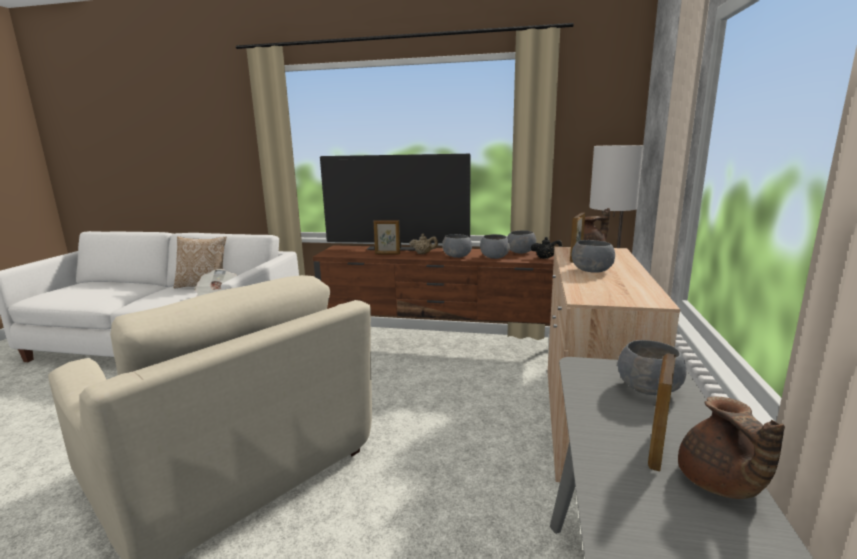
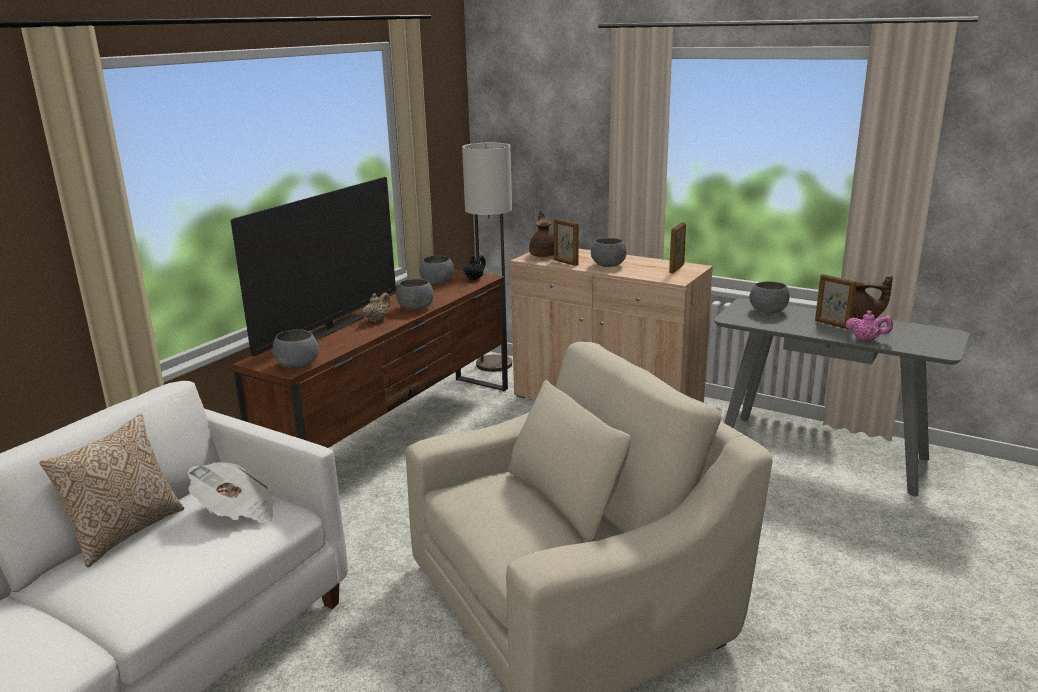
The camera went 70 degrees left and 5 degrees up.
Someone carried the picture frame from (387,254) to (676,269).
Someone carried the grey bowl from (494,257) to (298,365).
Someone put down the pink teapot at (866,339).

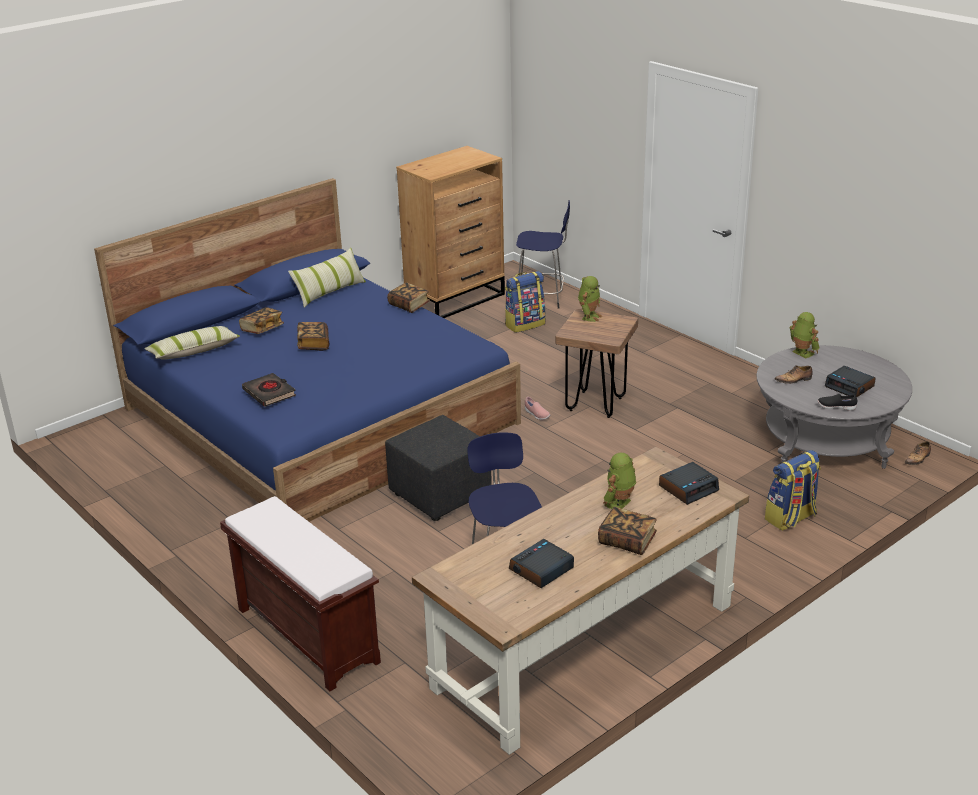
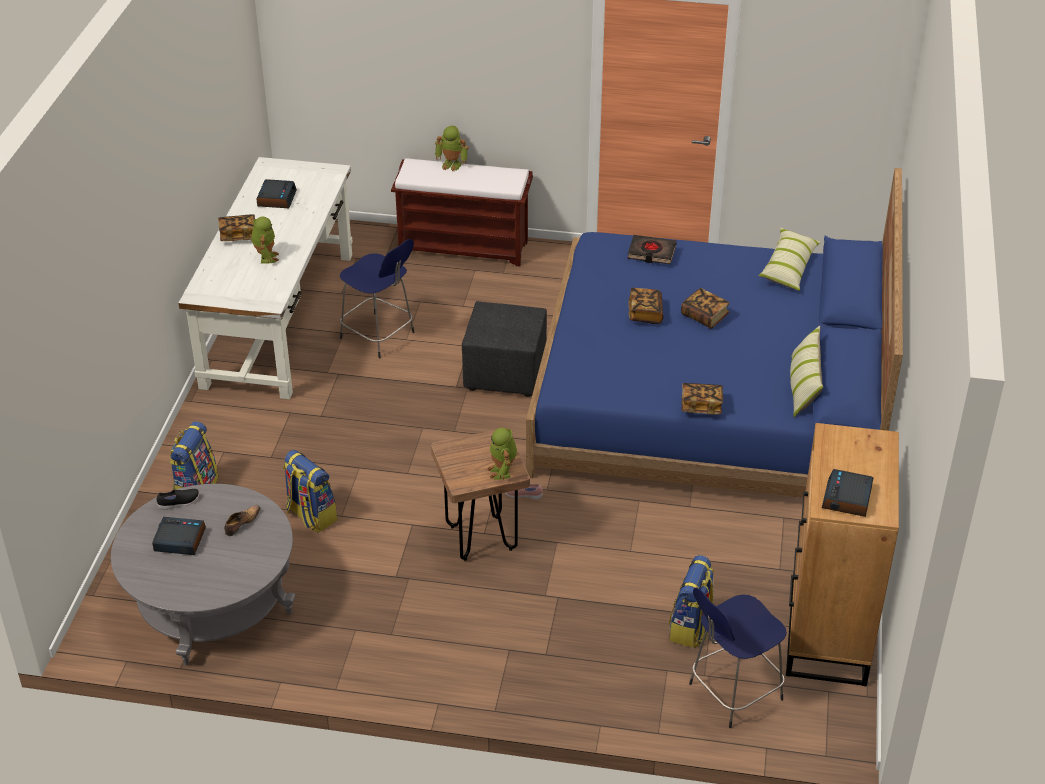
The camera went 140 degrees right and 10 degrees up.
Someone carried the book from (262,329) to (645,313).
Someone carried the toy robot from (801,353) to (452,164).
Someone took away the shoe at (917,459).
Someone repainted the brown desk at (585,647), which became the white desk at (279,318).
Someone carried the alarm clock from (688,488) to (847,499).
Someone put down the backpack at (310,516).

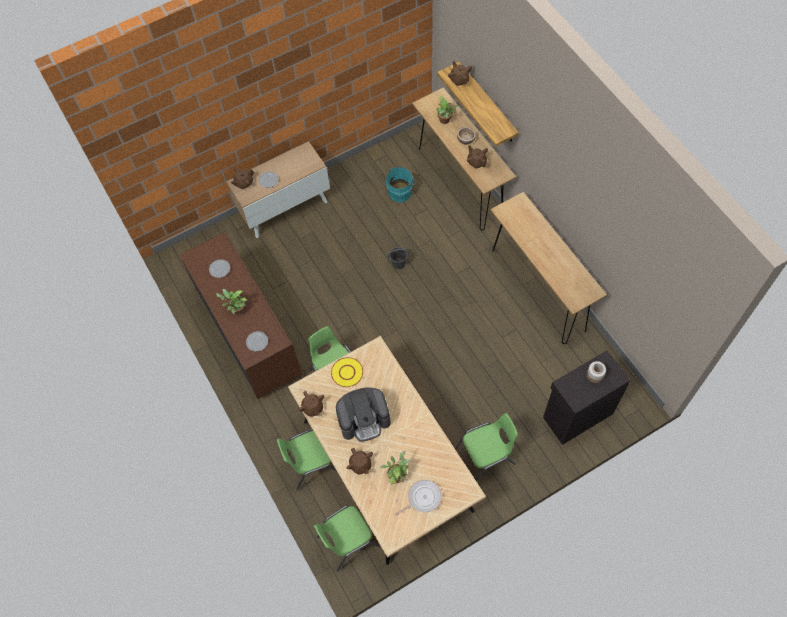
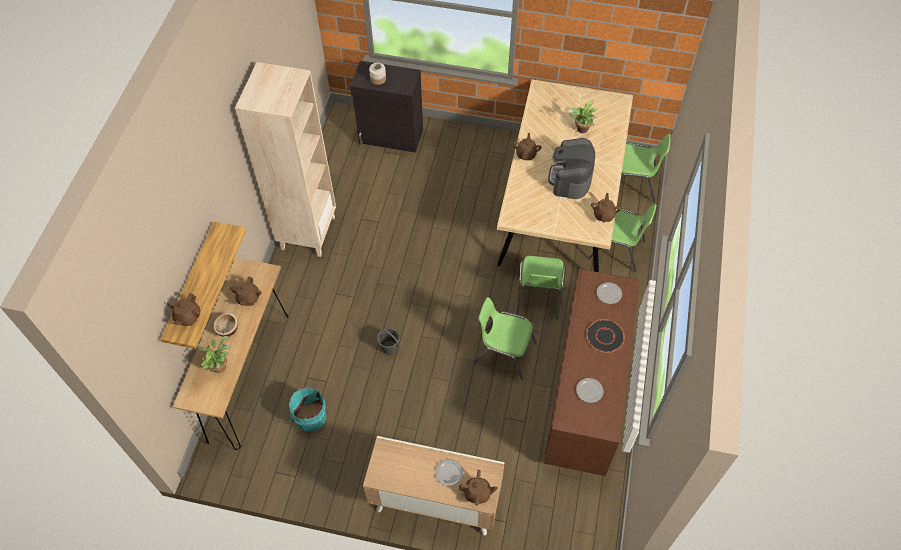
The camera went 140 degrees left and 5 degrees down.
Someone swapped the brown console table at (538,289) for the beige bookcase at (308,232).
Someone swapped the potted plant at (236,310) for the black plate at (605,336).
Someone took away the yellow plate at (347,372).
Someone rotated the coffee machine at (364,419) by 105 degrees counterclockwise.
Someone carried the green chair from (486,457) to (503,352).
Someone carried the brown teapot from (360,465) to (526,154).
Someone took away the frying pan at (422,498).

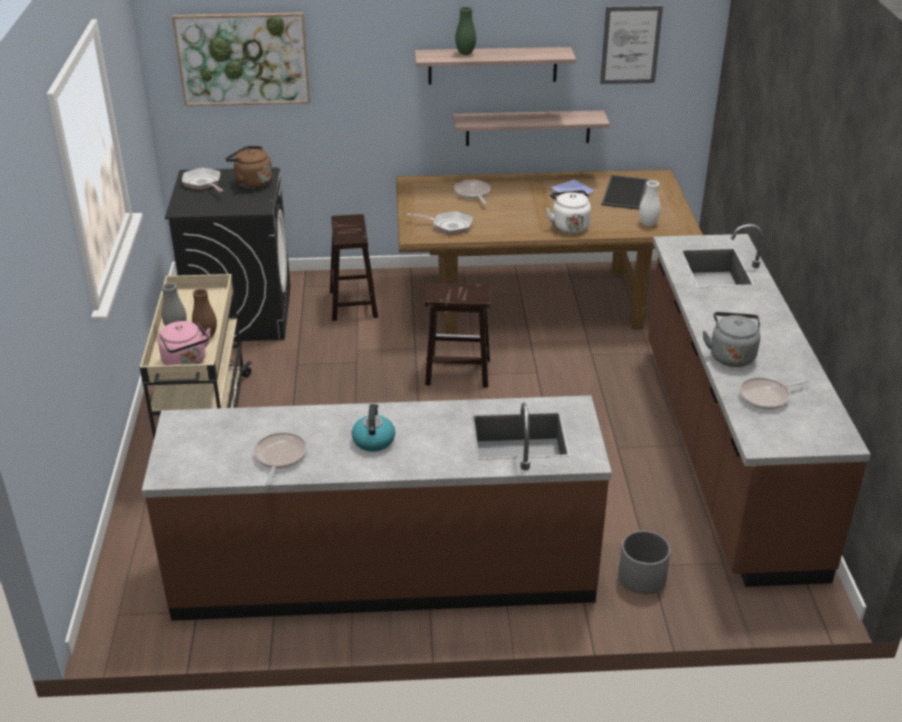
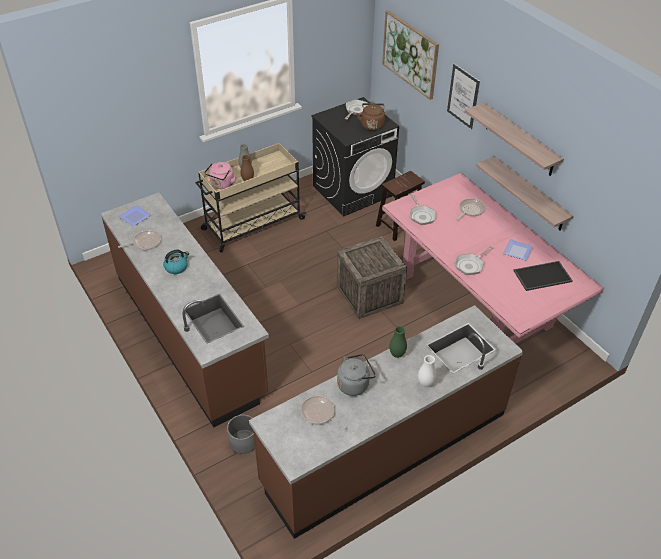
The camera went 60 degrees right and 10 degrees up.
Someone carried the picture from (630,45) to (463,96).
Someone carried the green vase from (465,53) to (397,354).
Someone repainted the brown dining table at (537,300), which became the pink dining table at (474,300).
Someone carried the white vase from (648,224) to (425,383).
Someone swapped the white kettle at (569,226) for the frying pan at (470,265).
Someone swapped the brown stool at (456,372) for the crate at (369,294).
Someone put down the plate at (134,217).

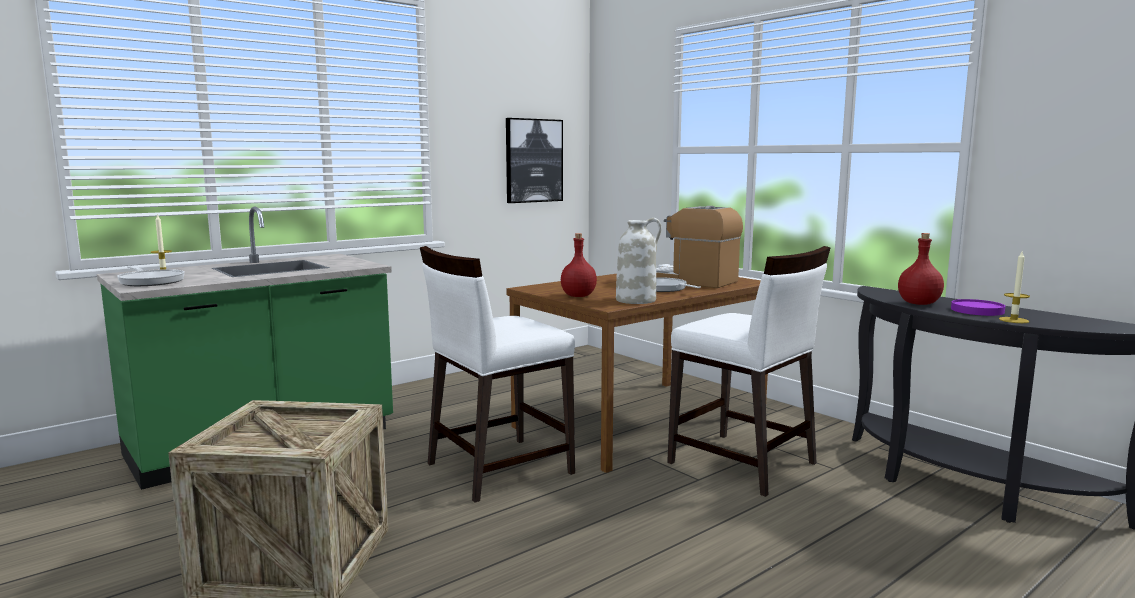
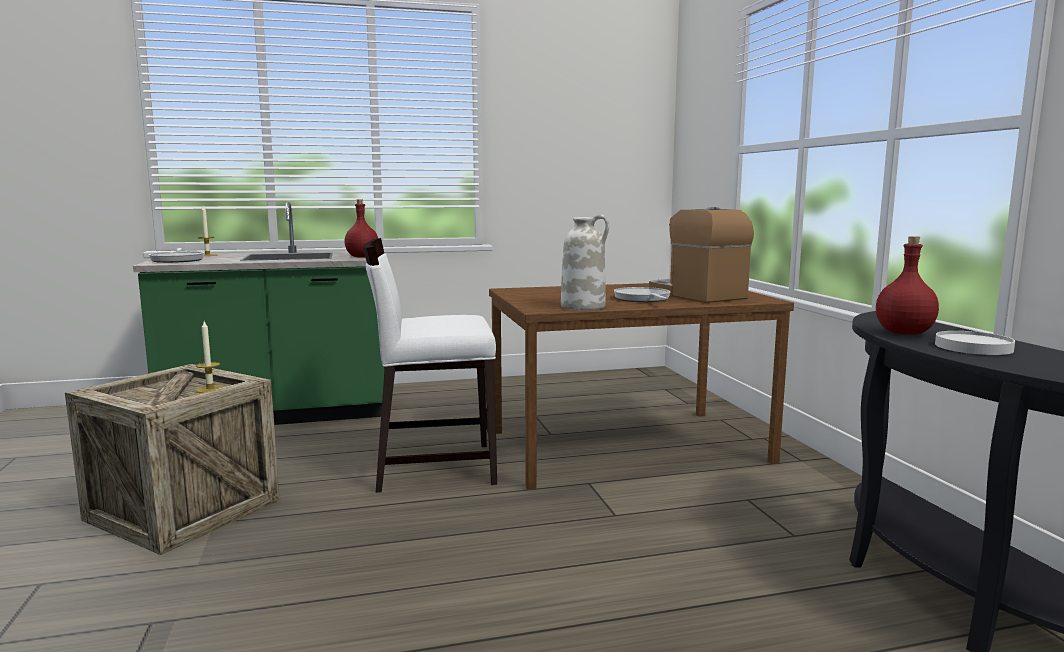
The camera went 25 degrees right and 0 degrees up.
Someone took away the picture at (533,160).
Someone carried the red bottle from (578,296) to (362,257).
Someone took away the white chair at (742,463).
Someone carried the candle from (1013,320) to (210,389).
Someone repainted the purple plate at (977,310), which became the white plate at (973,347).

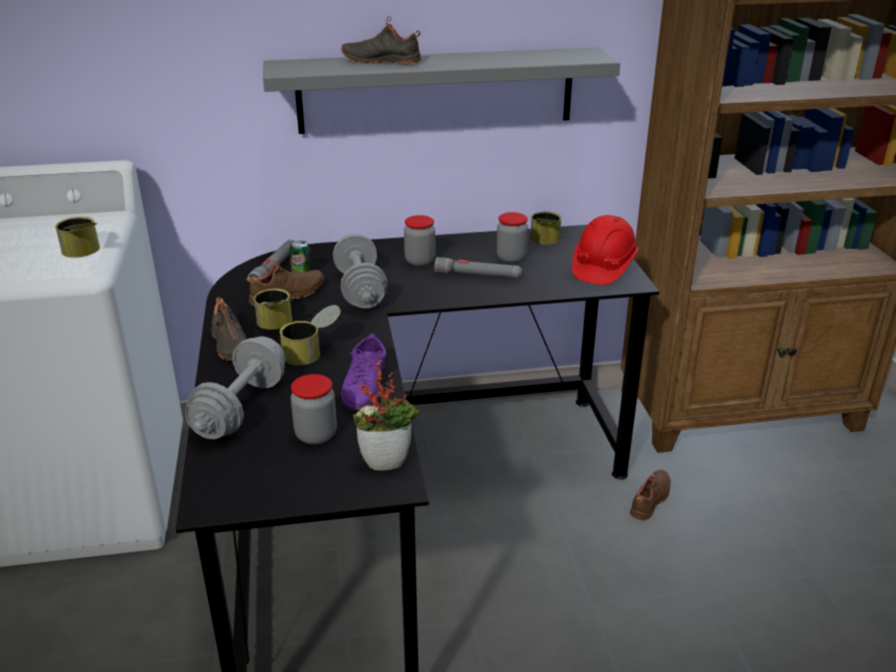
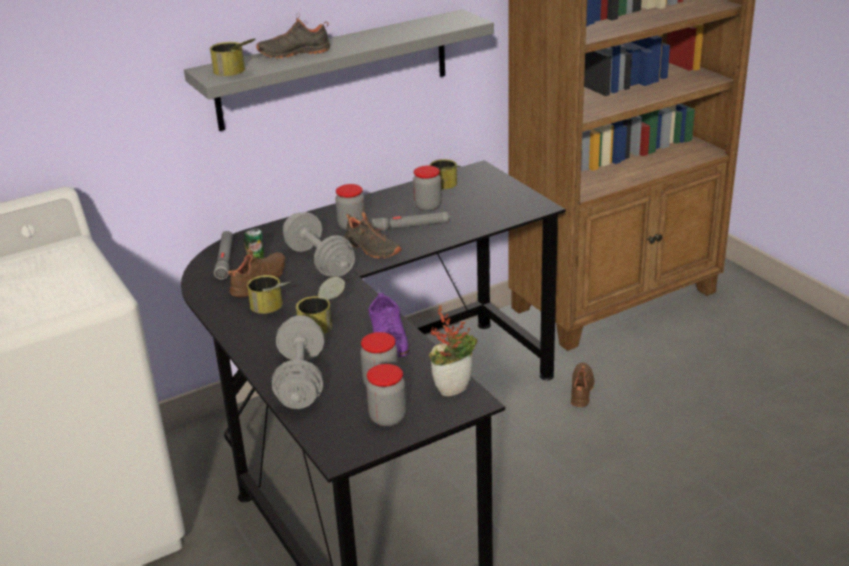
The camera went 20 degrees left and 0 degrees up.
Someone took away the red hard hat at (603,268).
Someone carried the can from (82,254) to (236,72).
Someone carried the black shoe from (229,346) to (371,249).
Someone put down the jar at (387,417).

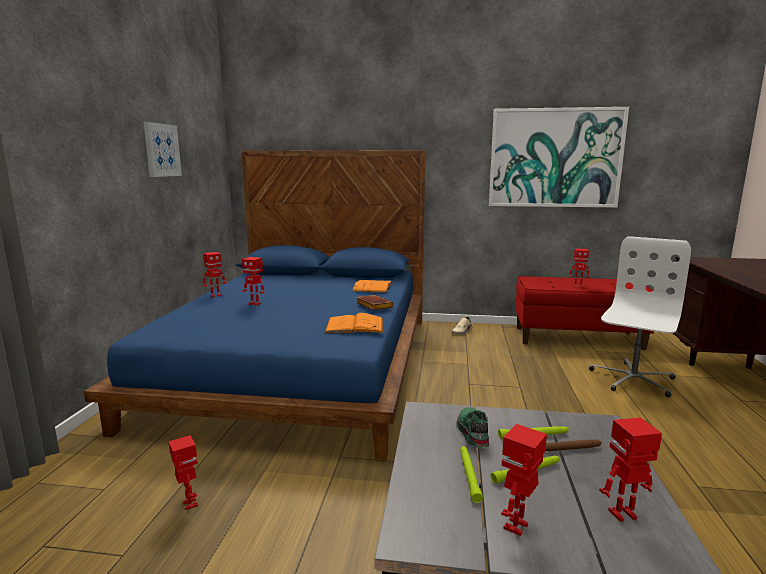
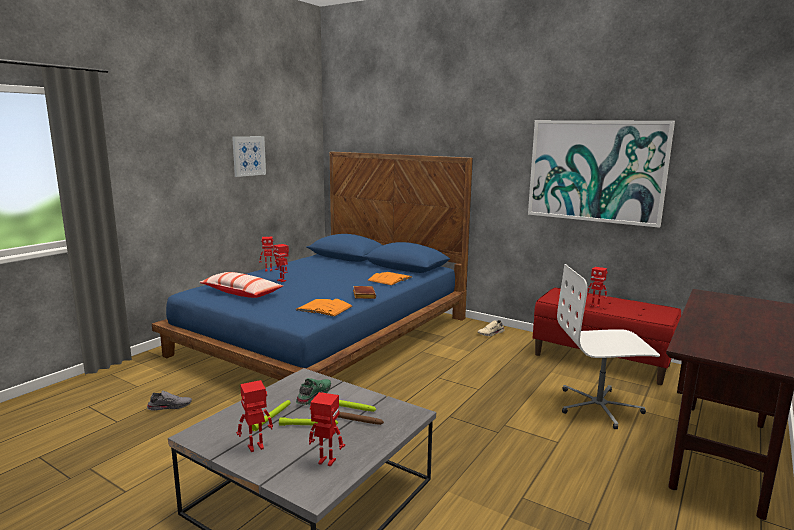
The camera went 25 degrees right and 0 degrees up.
Someone rotated the white office chair at (632,379) by 150 degrees counterclockwise.
Someone swapped the toy robot at (189,504) for the grey shoe at (170,406).
Someone put down the pillow at (241,293).

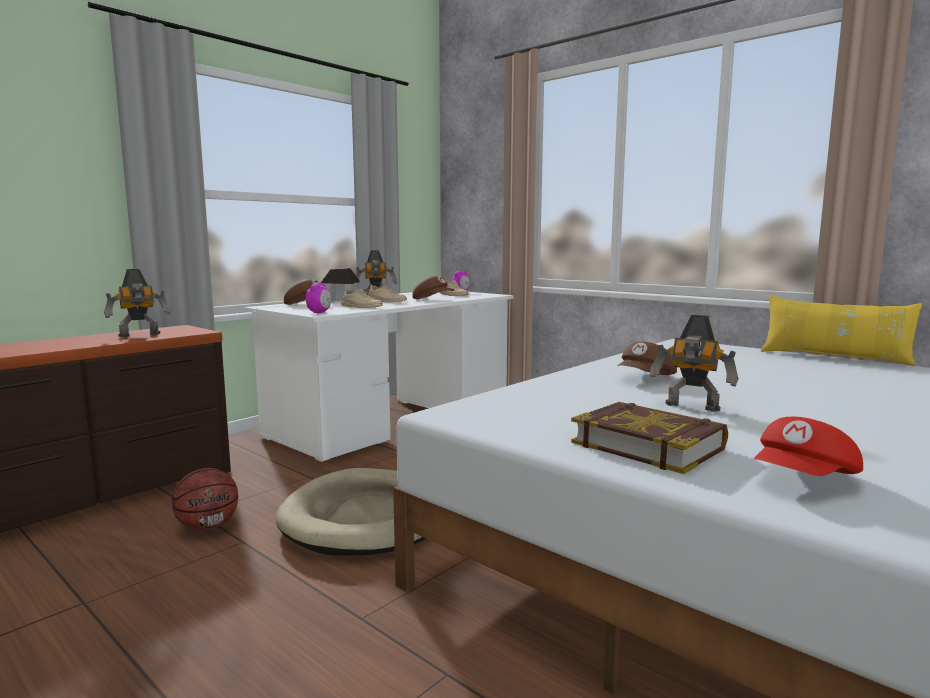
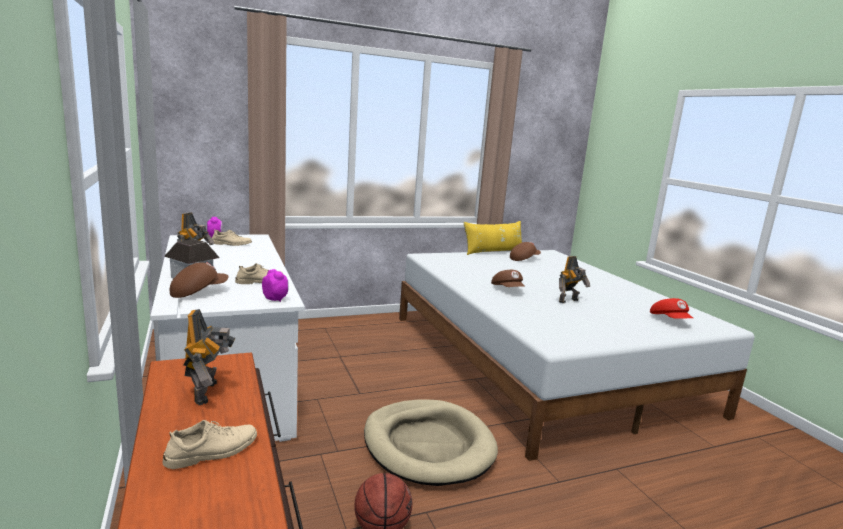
The camera went 65 degrees left and 5 degrees up.
Someone carried the brown cap from (433,300) to (524,259).
Someone carried the beige shoe from (386,301) to (212,451).
Someone took away the book at (648,445).

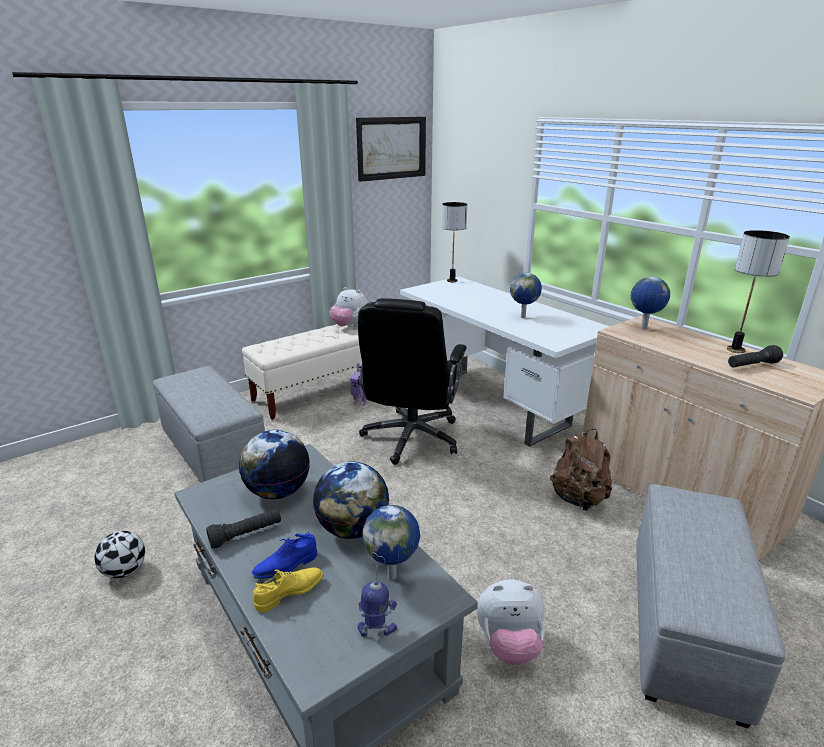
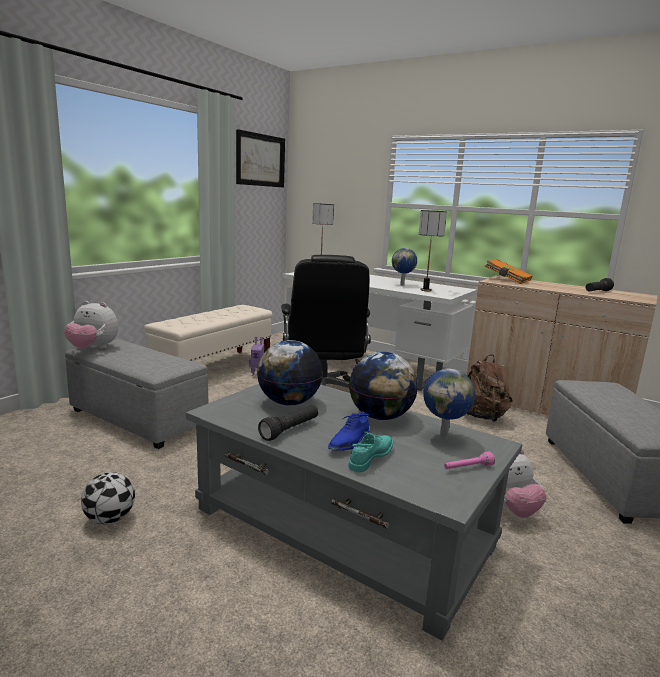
The camera went 20 degrees left and 10 degrees down.
Someone carried the table lamp from (735,350) to (425,290).
Someone swapped the globe at (643,328) for the orange book at (507,280).
Someone carried the plush toy from (350,326) to (93,349).
Someone swapped the toy robot at (377,629) for the pink flashlight at (467,468).
Someone repainted the yellow shoe at (289,593), which became the turquoise shoe at (371,458).

